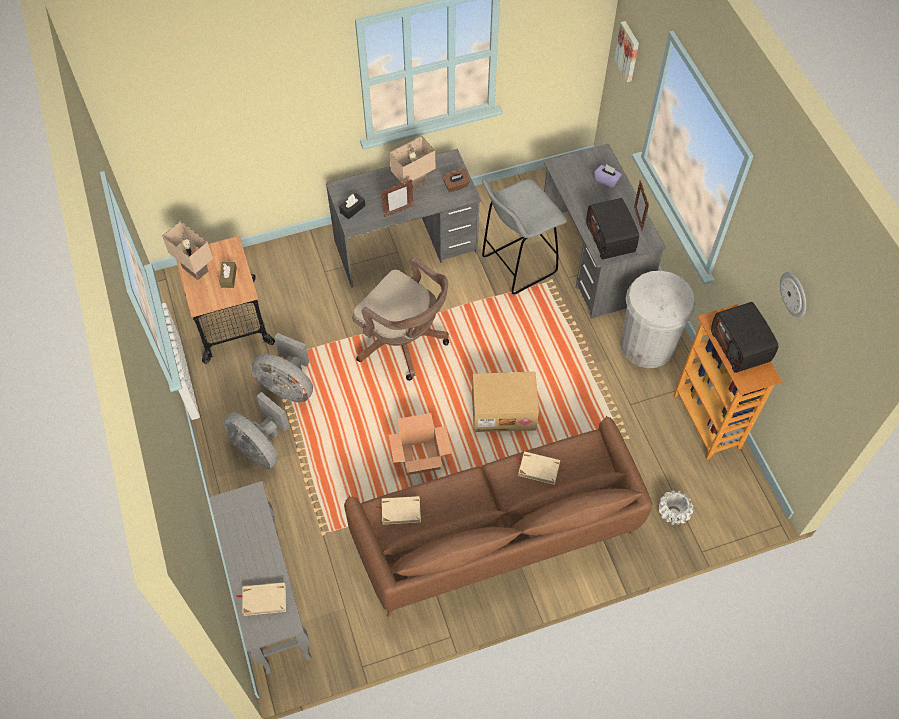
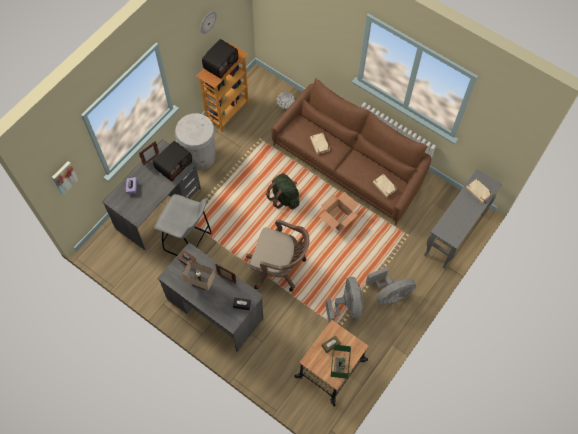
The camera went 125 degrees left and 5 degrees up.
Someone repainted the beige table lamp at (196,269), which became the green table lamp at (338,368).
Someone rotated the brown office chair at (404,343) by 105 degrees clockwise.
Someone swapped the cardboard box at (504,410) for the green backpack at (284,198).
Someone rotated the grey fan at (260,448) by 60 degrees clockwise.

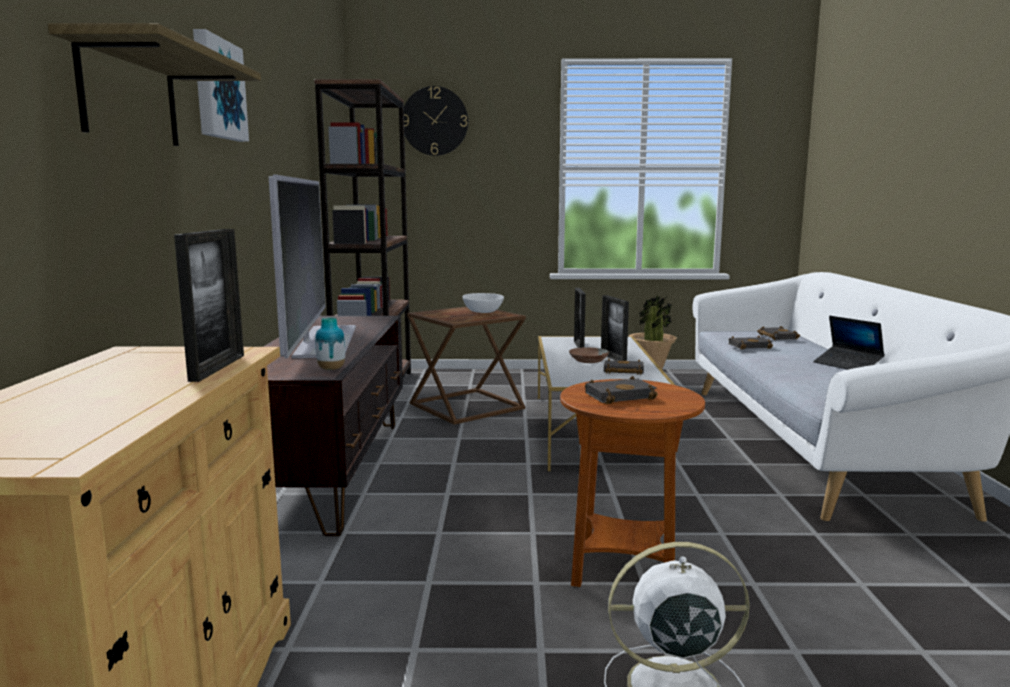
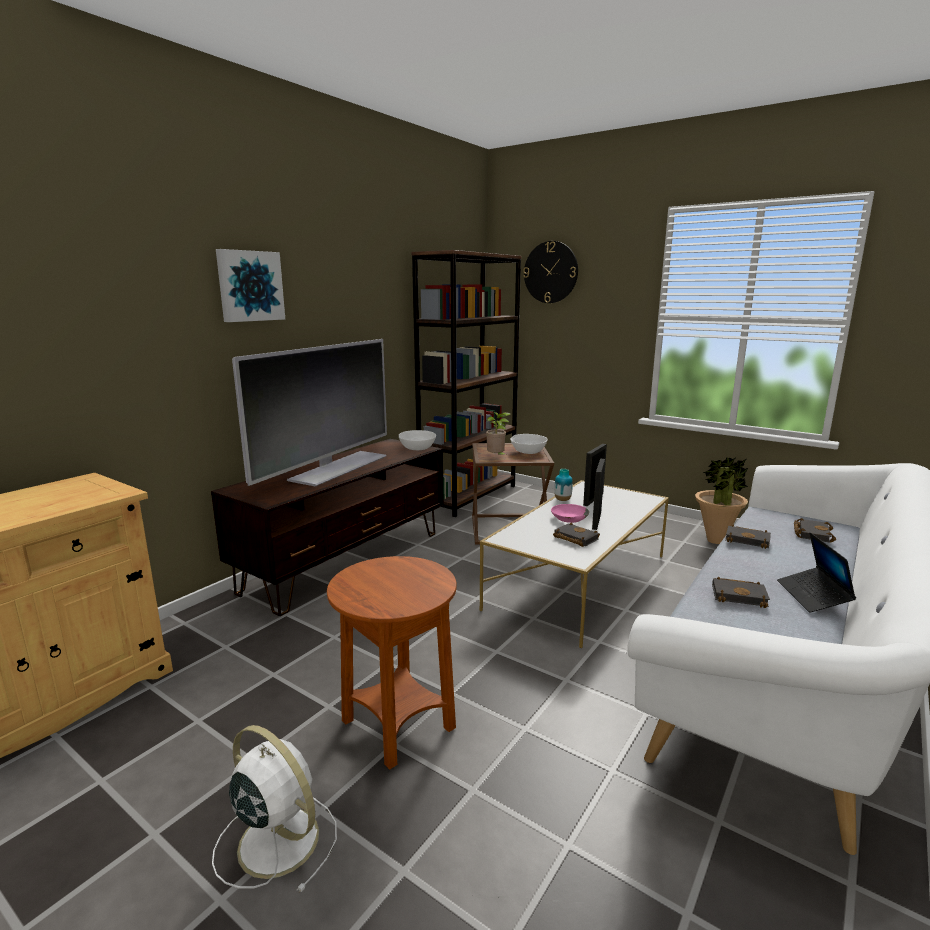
The camera went 35 degrees right and 5 degrees up.
Someone took away the shelf at (130,96).
Someone took away the picture frame at (218,367).
Someone carried the vase from (331,369) to (562,500).
Someone repainted the brown bowl at (588,360), which became the pink bowl at (568,518).
Someone carried the black book from (620,395) to (740,596).
Someone put down the potted plant at (497,457).
Someone put down the white bowl at (418,448).

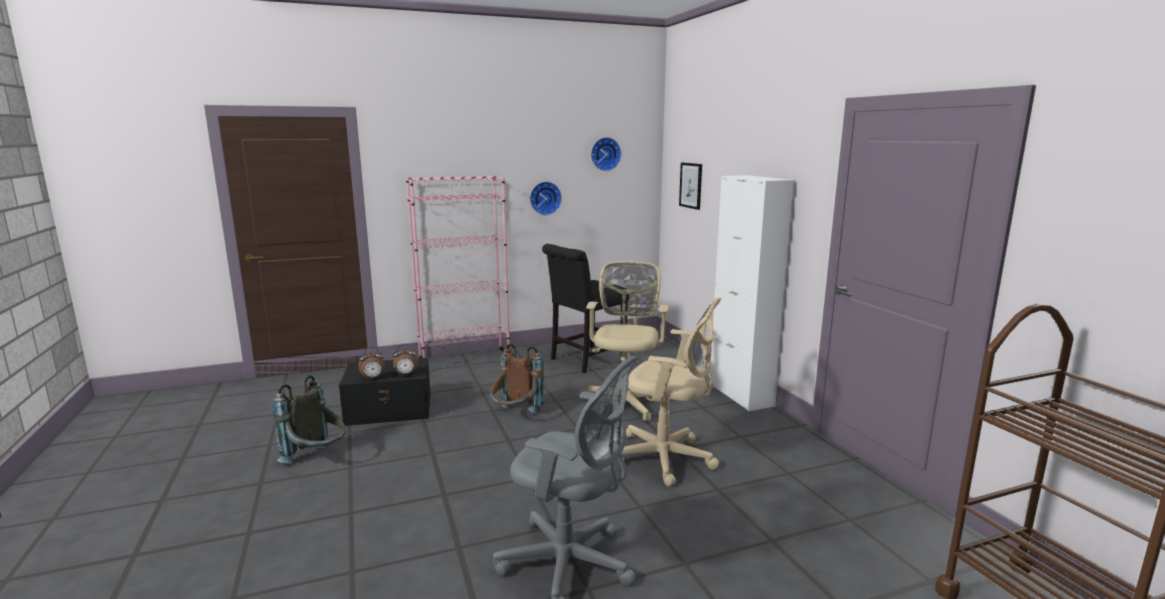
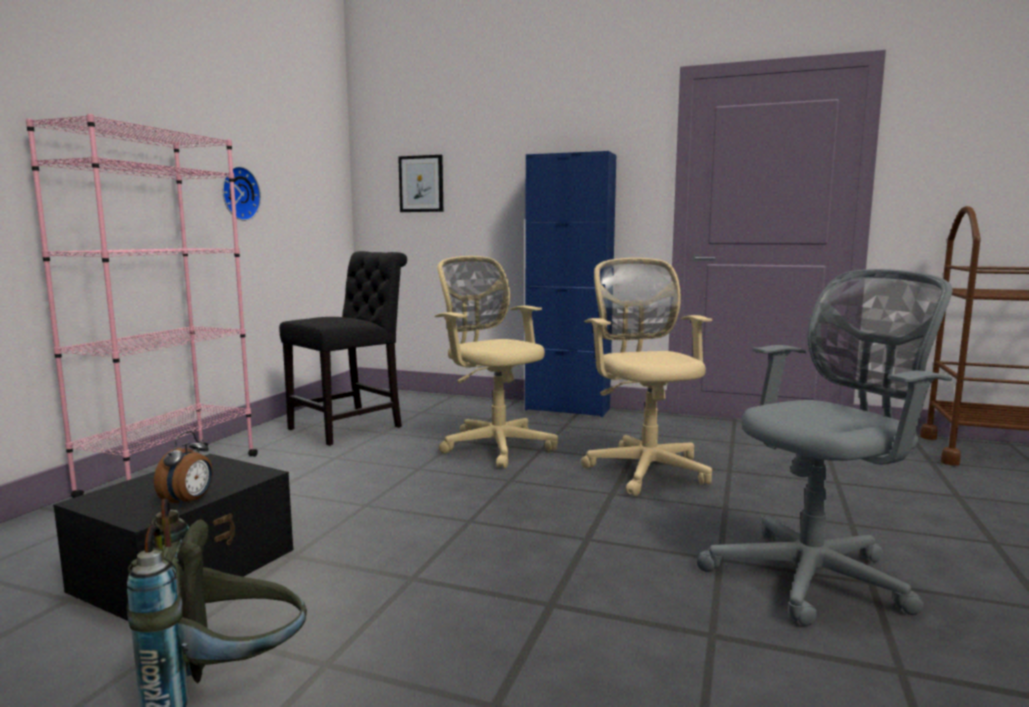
The camera went 50 degrees left and 5 degrees down.
Someone took away the wall clock at (605,154).
Someone repainted the white cabinet at (741,395), which became the blue cabinet at (567,409).
Someone rotated the black chair at (585,360) by 135 degrees counterclockwise.
Someone rotated the beige office chair at (667,459) by 75 degrees counterclockwise.
Someone took away the brown backpack at (515,417).
Someone took away the alarm clock at (406,375).

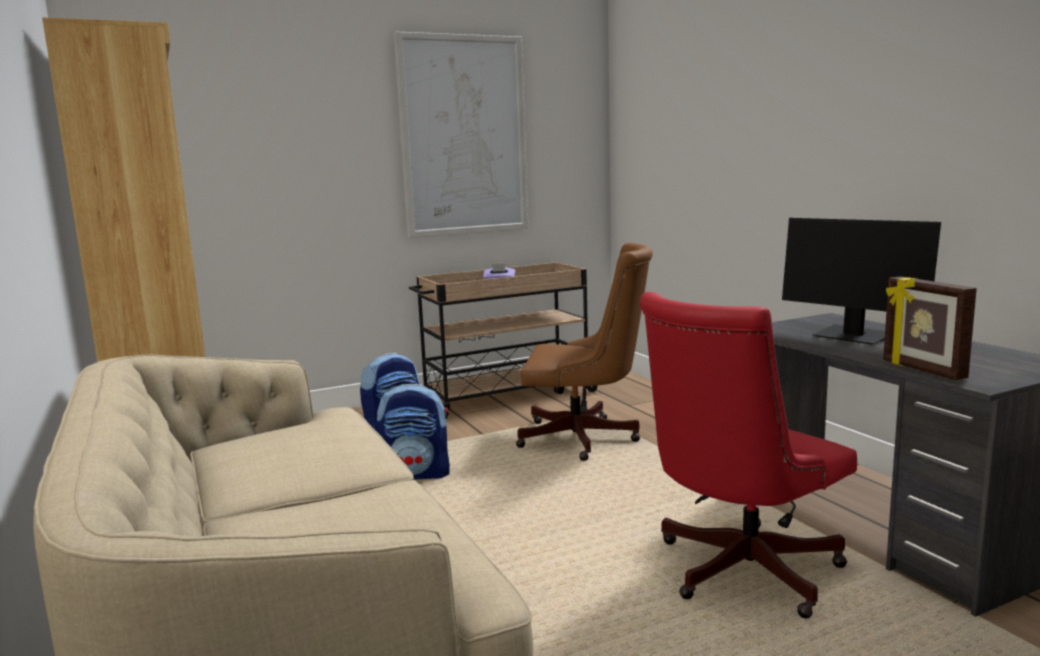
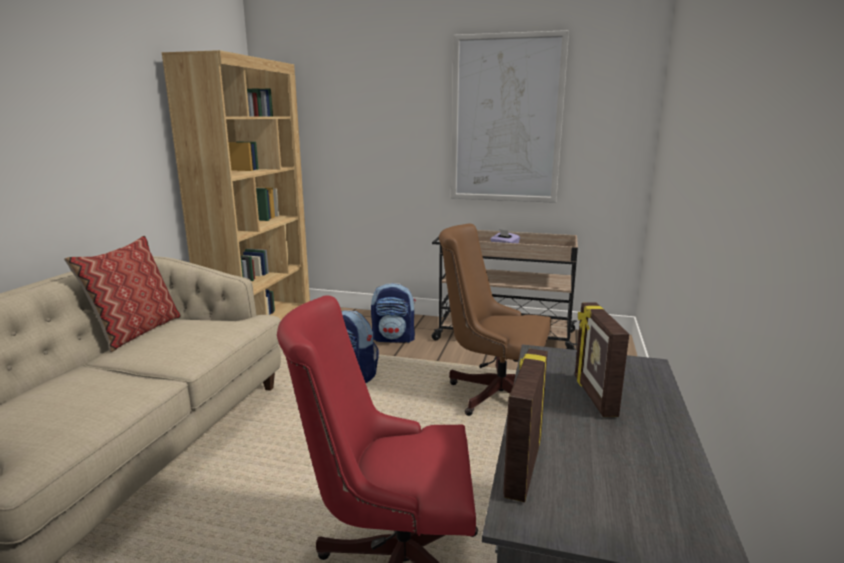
The camera went 40 degrees right and 5 degrees up.
Someone swapped the monitor at (853,336) for the picture frame at (593,396).
Someone rotated the brown office chair at (585,439) by 150 degrees clockwise.
Someone put down the pillow at (136,332).

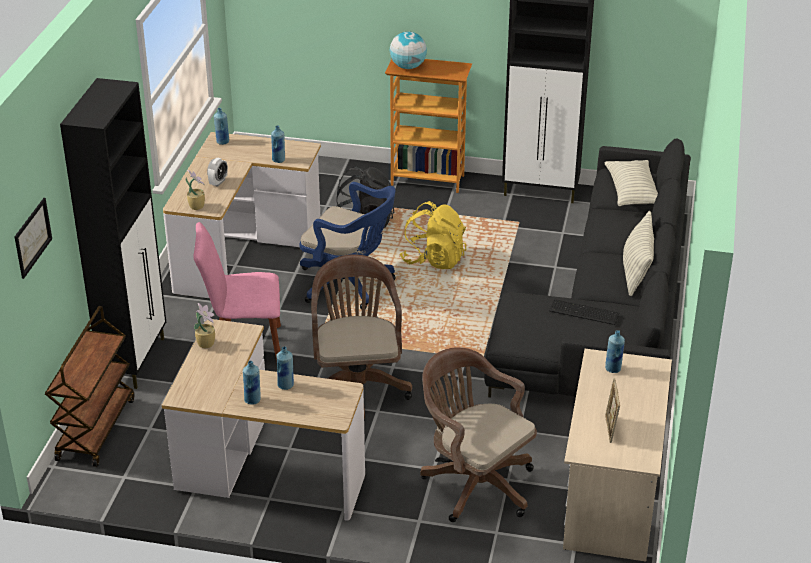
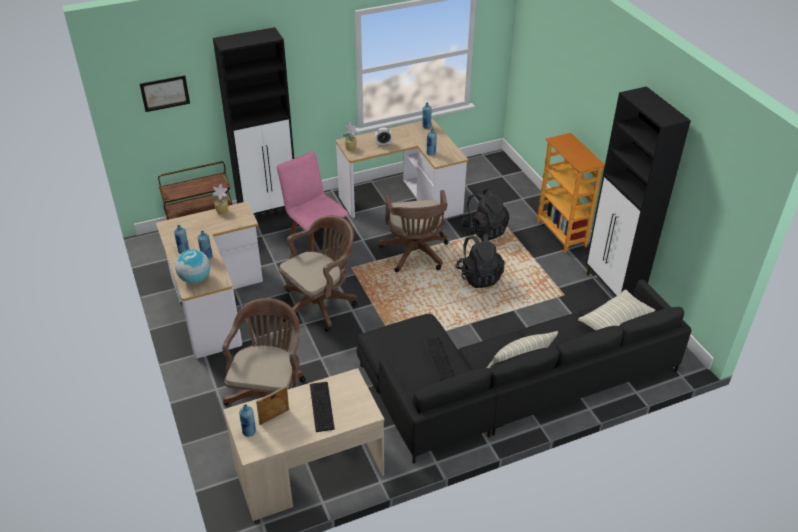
The camera went 55 degrees right and 5 degrees up.
Someone carried the globe from (408,67) to (195,279).
Someone repainted the blue office chair at (350,284), which became the brown office chair at (415,255).
Someone repainted the yellow backpack at (434,259), which became the black backpack at (479,276).
Someone carried the blue bottle from (613,369) to (249,432).
Someone put down the keyboard at (320,407).

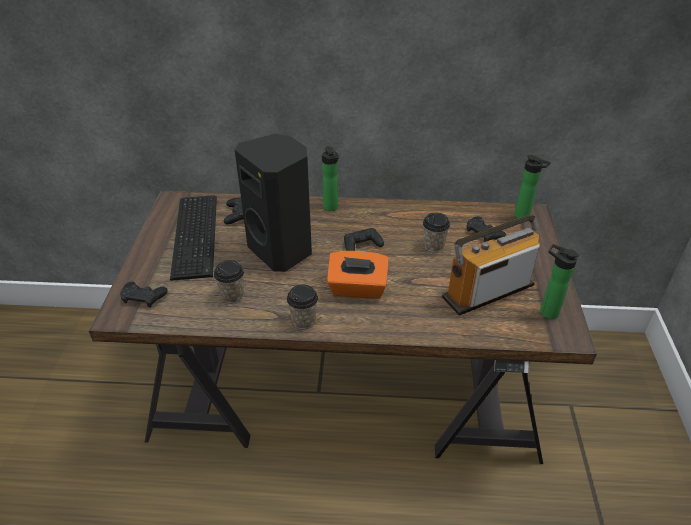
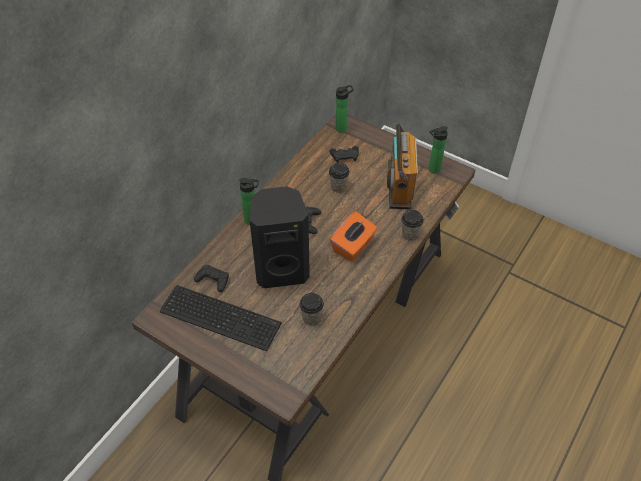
The camera went 60 degrees left and 10 degrees up.
Someone took away the black game controller at (143,297).
Someone carried the cup from (303,321) to (410,234).

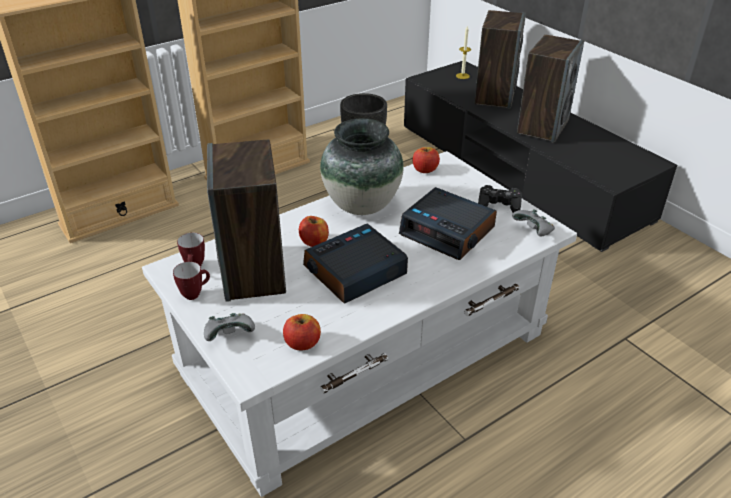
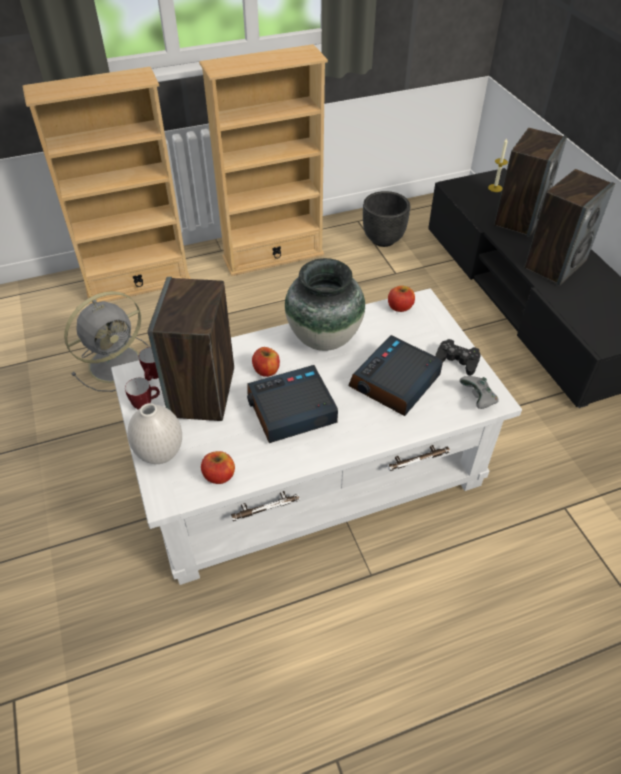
The camera went 15 degrees right and 10 degrees up.
Someone rotated the alarm clock at (448,231) by 75 degrees clockwise.
Someone swapped the grey game controller at (230,335) for the white vase at (161,454).
Someone put down the grey fan at (117,363).

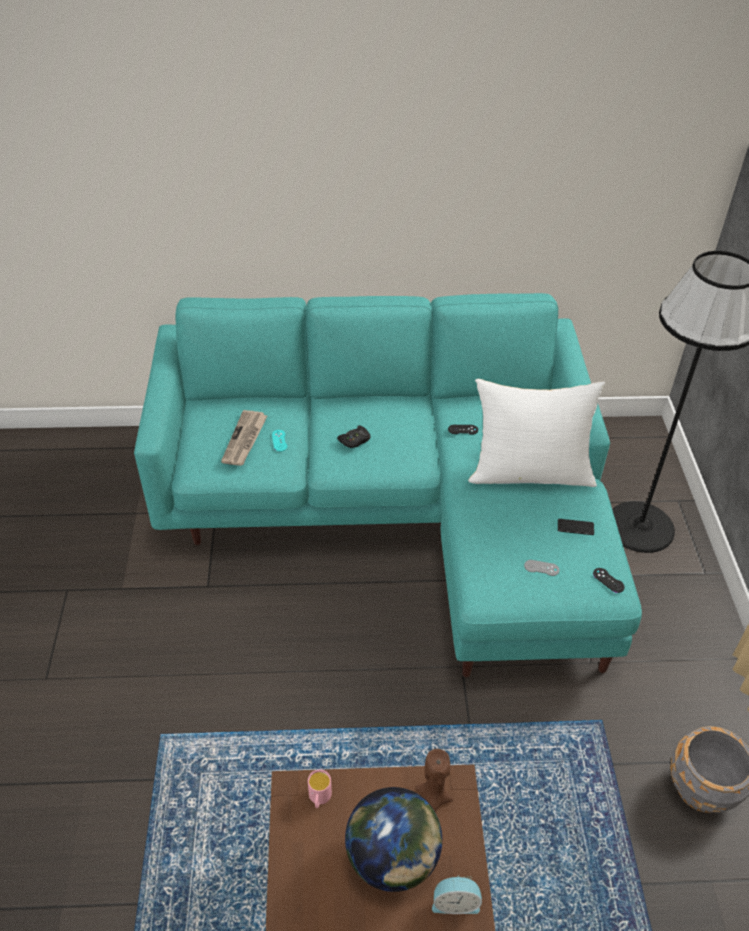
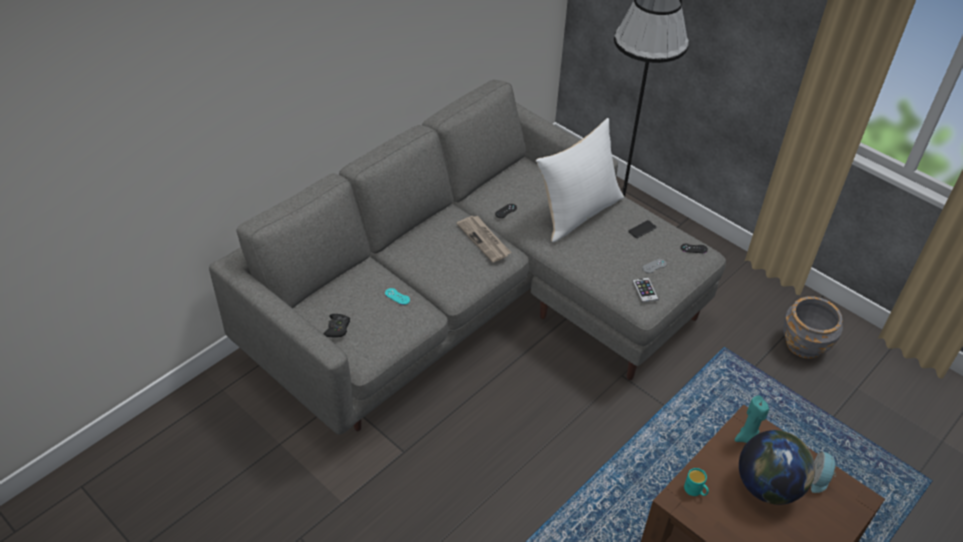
The camera went 45 degrees left and 0 degrees up.
Someone repainted the turquoise sofa at (400,512), which became the grey sofa at (472,307).
Someone carried the newspaper from (245,440) to (484,240).
Someone carried the black game controller from (355,440) to (337,328).
Someone repainted the brown candle at (433,798), which became the turquoise candle at (747,439).
Someone repainted the pink mug at (319,798), which became the turquoise mug at (695,491).
Someone rotated the alarm clock at (455,901) by 150 degrees clockwise.
Someone put down the phone at (645,290).

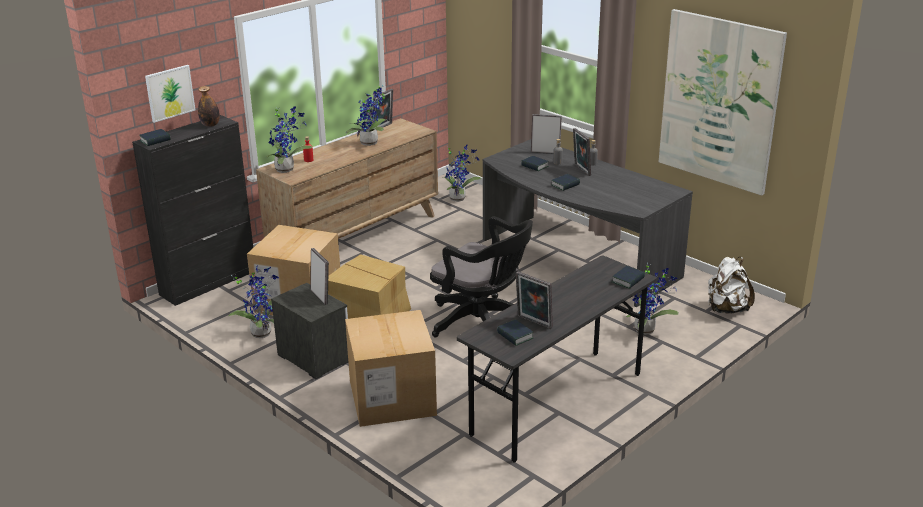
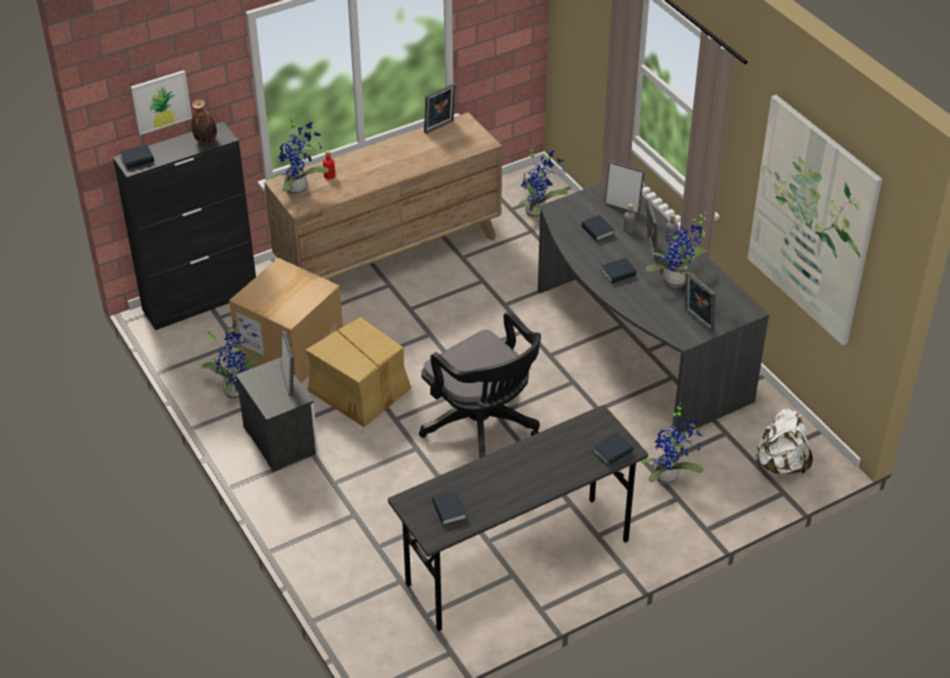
The camera went 15 degrees right and 15 degrees up.
Someone carried the potted plant from (371,143) to (677,282).
Someone carried the picture frame from (533,323) to (697,321).
Someone took away the cardboard box at (392,398).

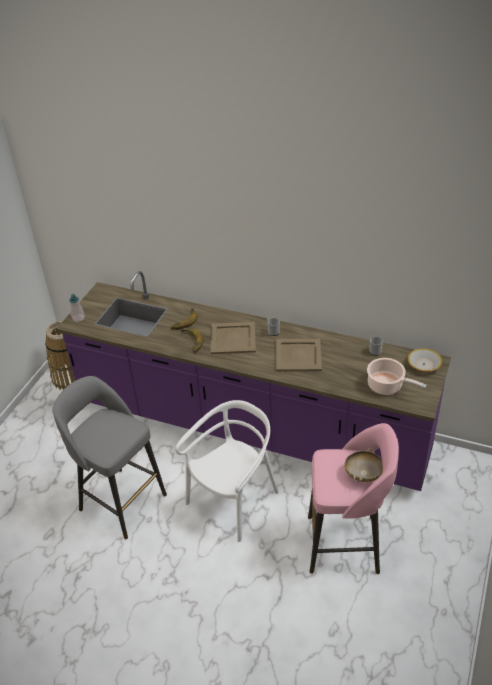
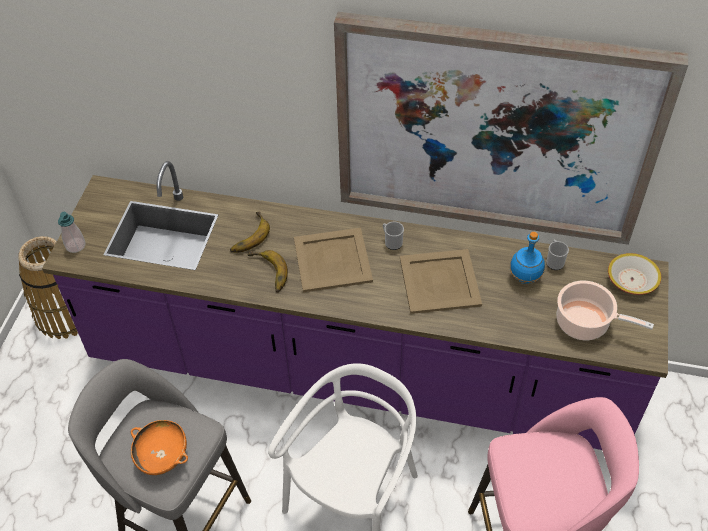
The camera went 10 degrees left and 10 degrees up.
Someone took away the beige bowl at (363,474).
Someone put up the picture at (494,130).
Someone put down the blue bottle at (525,278).
Someone put down the orange bowl at (162,456).

